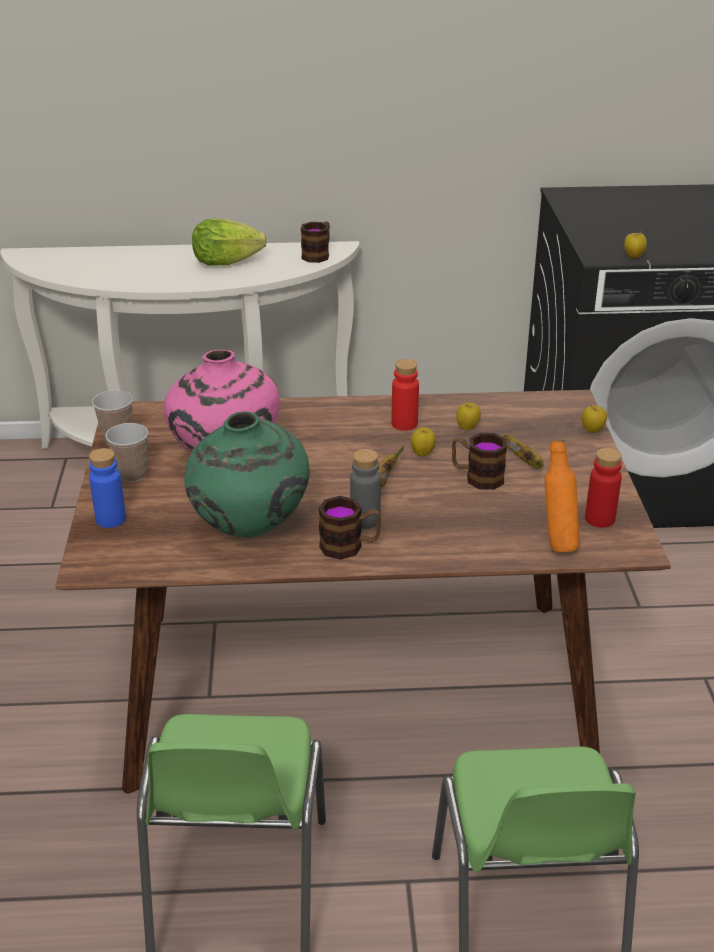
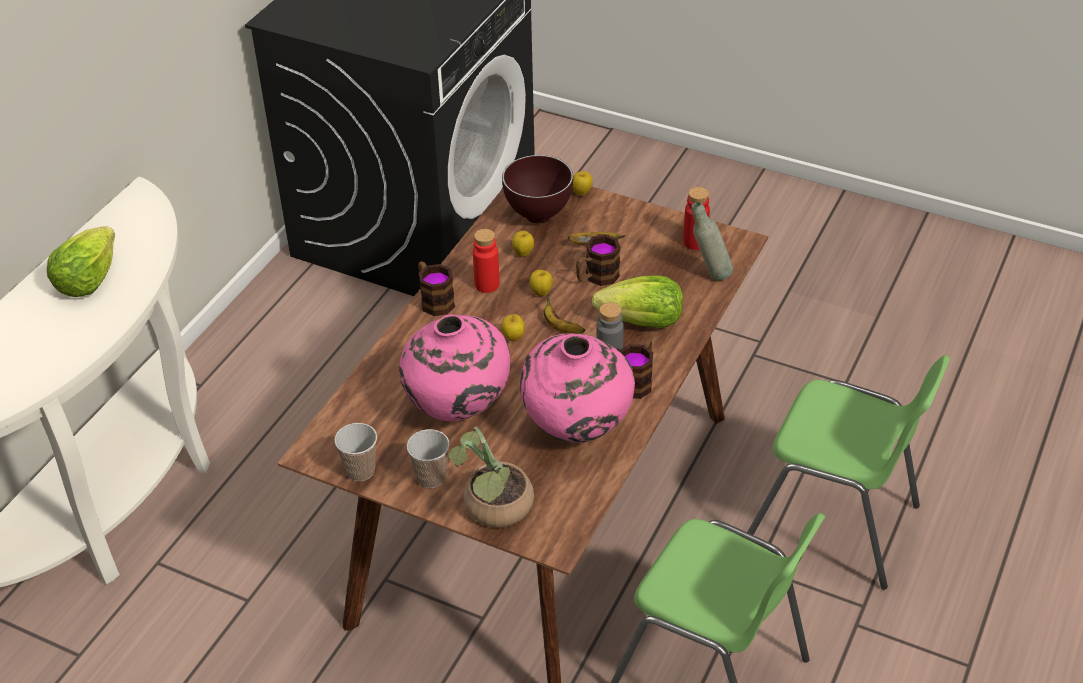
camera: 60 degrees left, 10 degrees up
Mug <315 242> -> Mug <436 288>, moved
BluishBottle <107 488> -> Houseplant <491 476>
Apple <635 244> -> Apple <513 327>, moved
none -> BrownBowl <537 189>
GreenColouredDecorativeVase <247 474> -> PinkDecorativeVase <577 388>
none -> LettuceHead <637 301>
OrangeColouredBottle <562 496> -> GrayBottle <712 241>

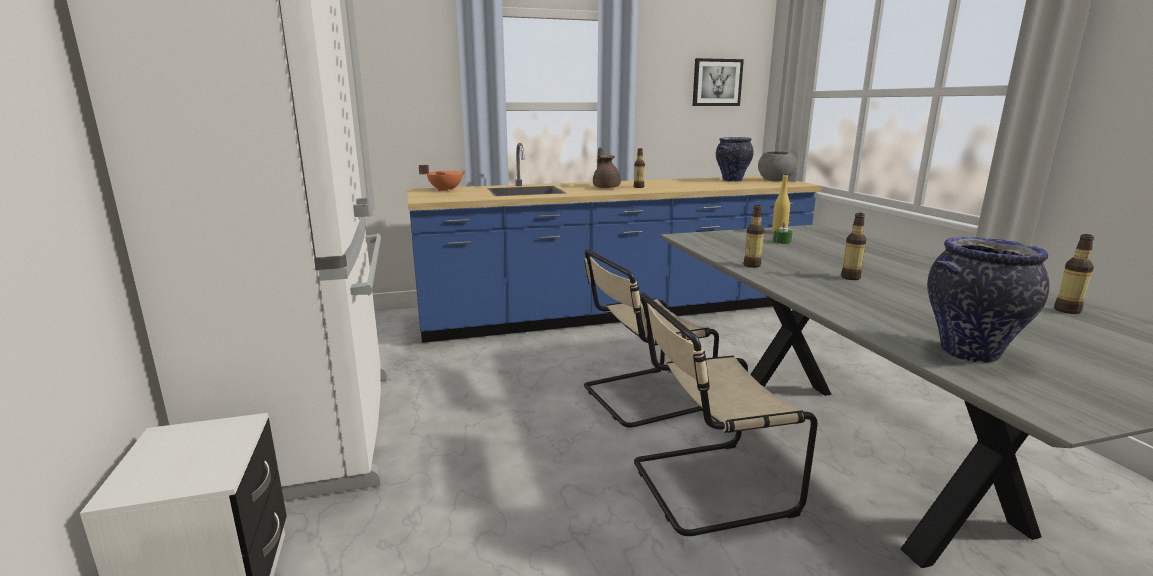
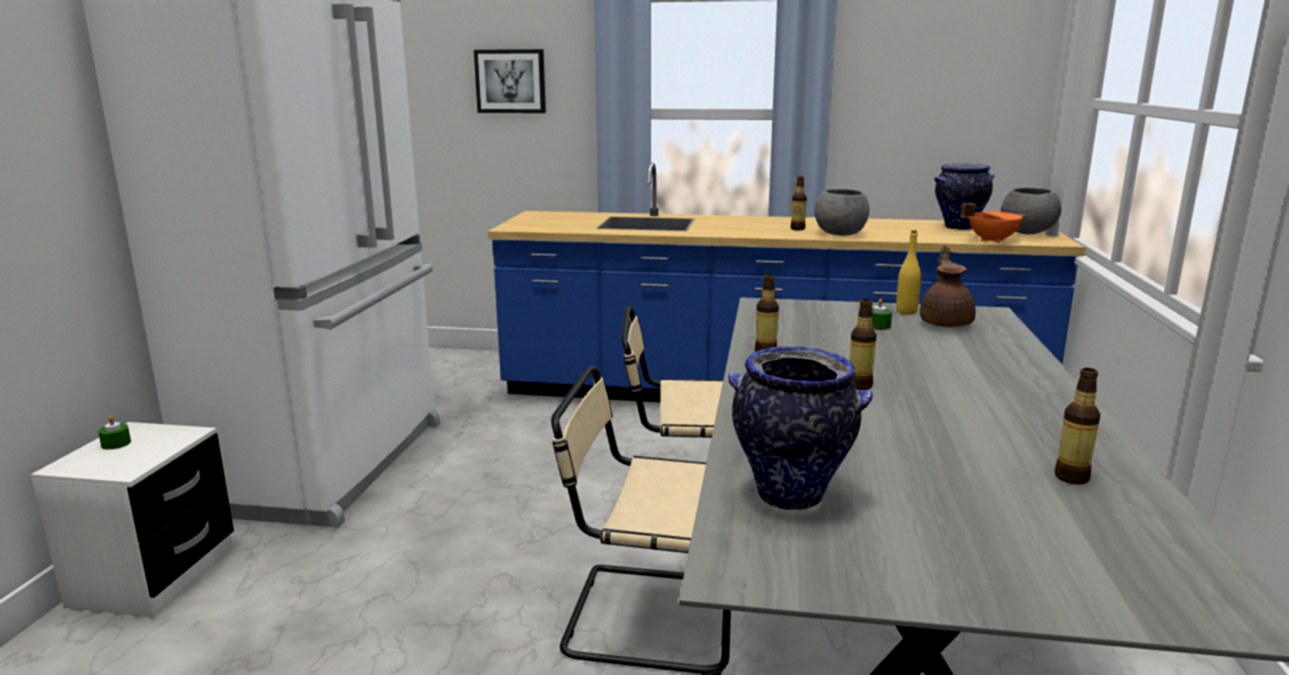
camera: 25 degrees right, 0 degrees up
none -> GreenColouredWaxLight <114 432>
WallArt <718 82> -> WallArt <510 81>, moved
none -> GrayBowl <841 212>
BrownPotForTea <607 167> -> BrownPotForTea <948 286>, moved
OrangeColouredCookingPot <442 178> -> OrangeColouredCookingPot <993 223>, moved

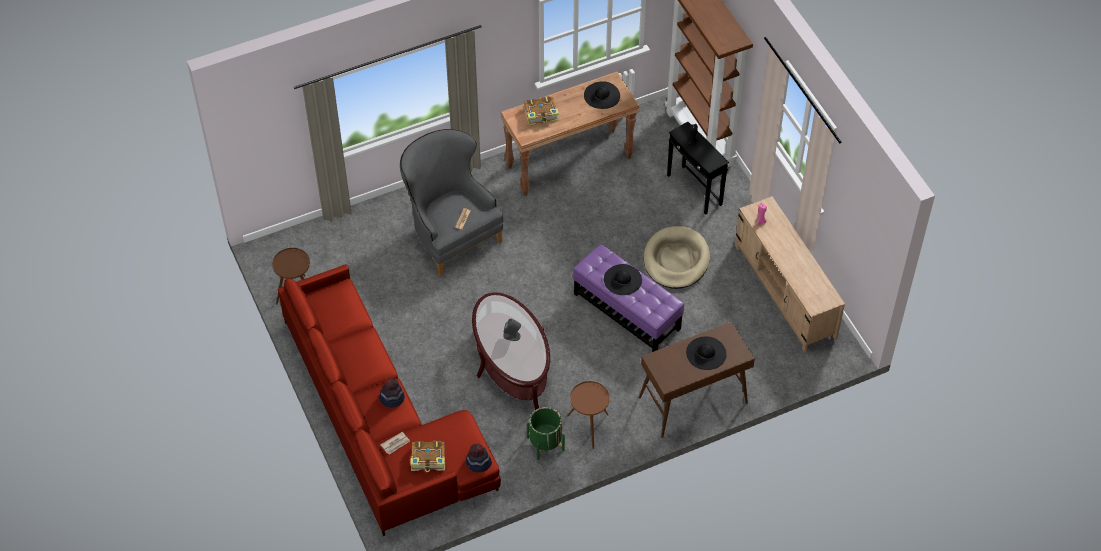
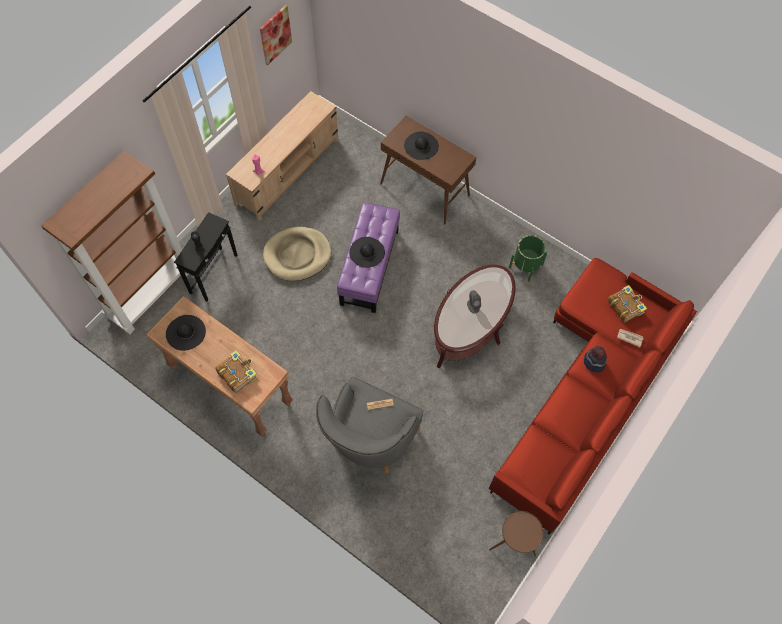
camera: 120 degrees left, 10 degrees up
none -> WallArt <276 35>
Hat <479 458> -> none
BrownSideTable <588 415> -> none

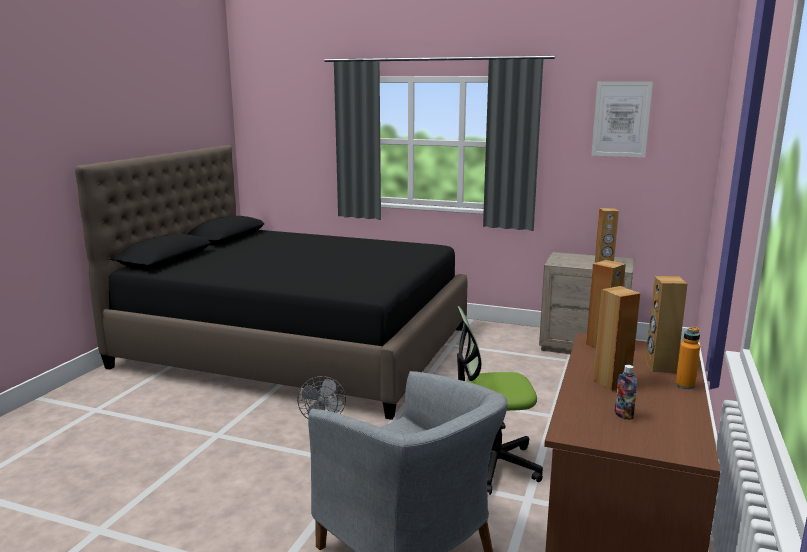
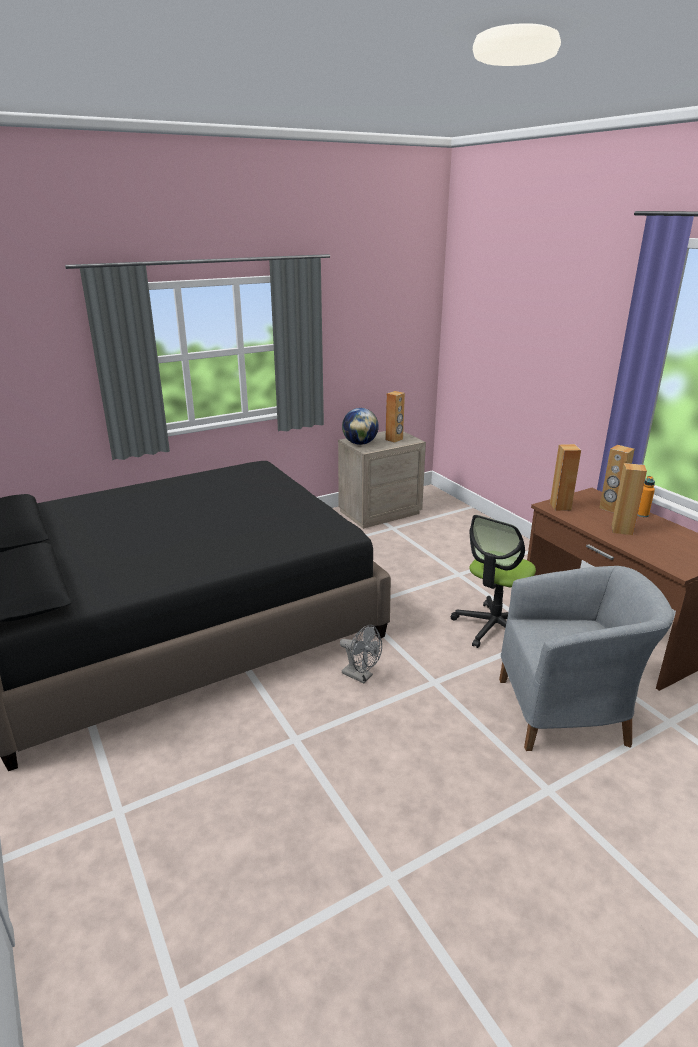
camera: 50 degrees left, 10 degrees up
none -> DeskGlobe <360 426>
WallArt <622 119> -> none
Bottle <626 392> -> none

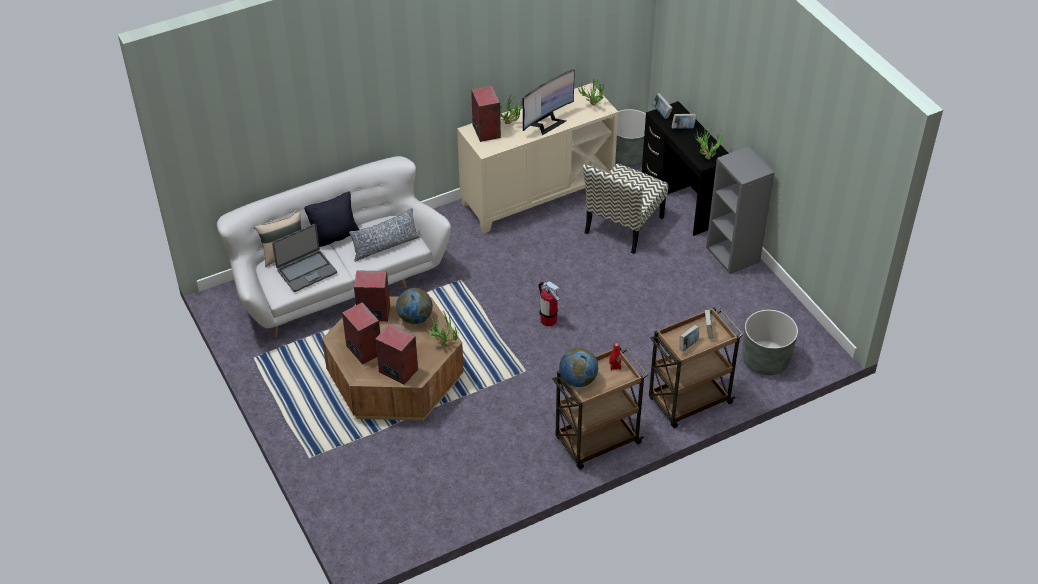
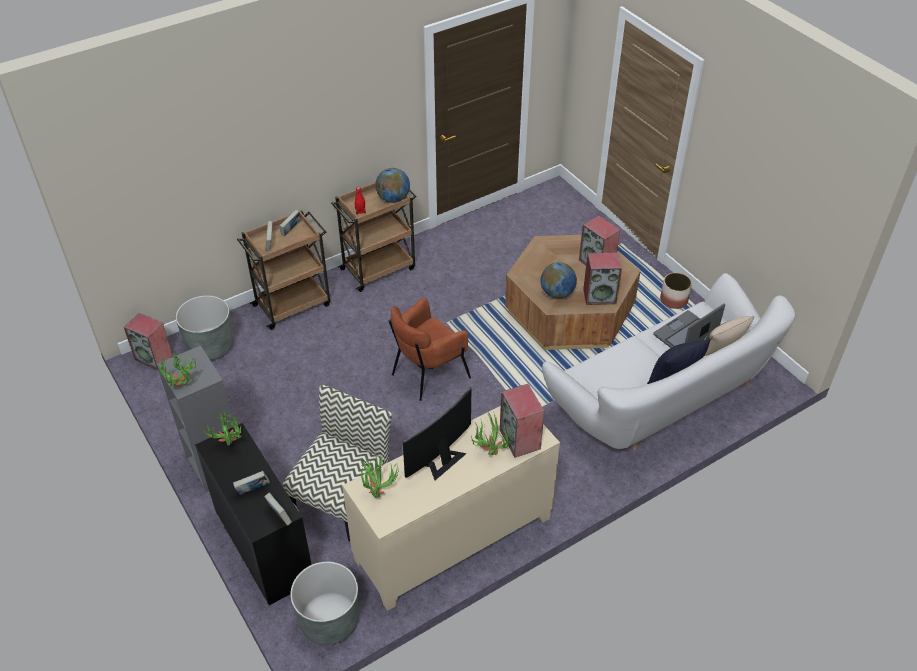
camera: 175 degrees right, 0 degrees up
Speaker <396 354> -> Speaker <148 342>, moved
Houseplant <442 329> -> Houseplant <177 369>, moved
Extinguisher <549 303> -> BrownLoungeChair <429 349>
none -> PlantPot <676 291>
Cushion <384 235> -> none

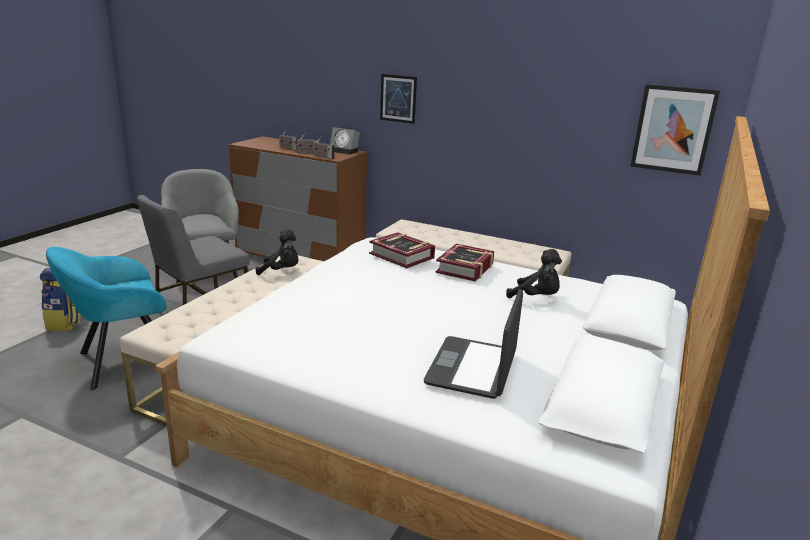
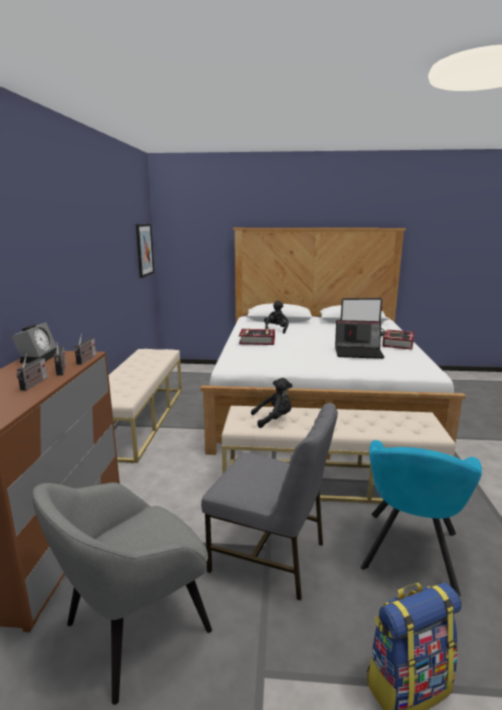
camera: 110 degrees left, 5 degrees down
BlackCuddlyToy <277 252> -> BlackCuddlyToy <271 403>, 90 degrees clockwise
none -> NotebookComputer <359 339>
BlueGreenLoungeChair <106 318> -> BlueGreenLoungeChair <421 518>, 75 degrees clockwise
BoundBook <402 250> -> BoundBook <398 340>, moved
WallArt <398 99> -> none

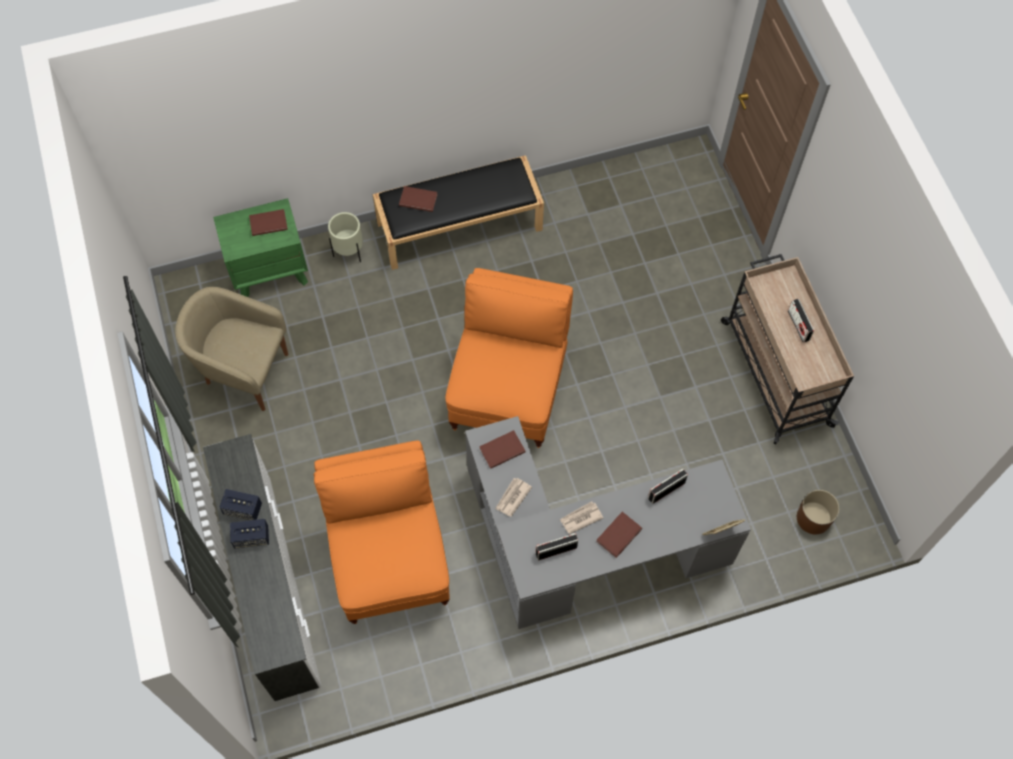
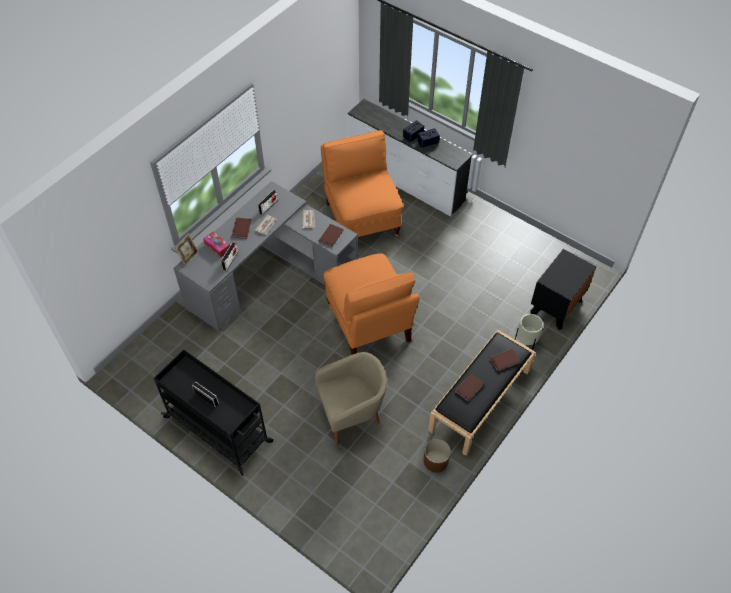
camera: 145 degrees right, 10 degrees down
BeigeColouredCart <787 349> -> BlackCart <213 412>
none -> TissueHolder <216 244>
BeigeColouredLoungeChair <231 349> -> BeigeColouredLoungeChair <351 399>, moved
OrangeColouredPlainChair <382 532> -> OrangeColouredPlainChair <362 183>, 150 degrees counterclockwise
BrownPlantPot <818 512> -> BrownPlantPot <437 456>, moved
BrownBoundBook <268 222> -> BrownBoundBook <469 387>, moved
GreenColouredBedsideTable <260 247> -> BlackBedsideTable <563 289>

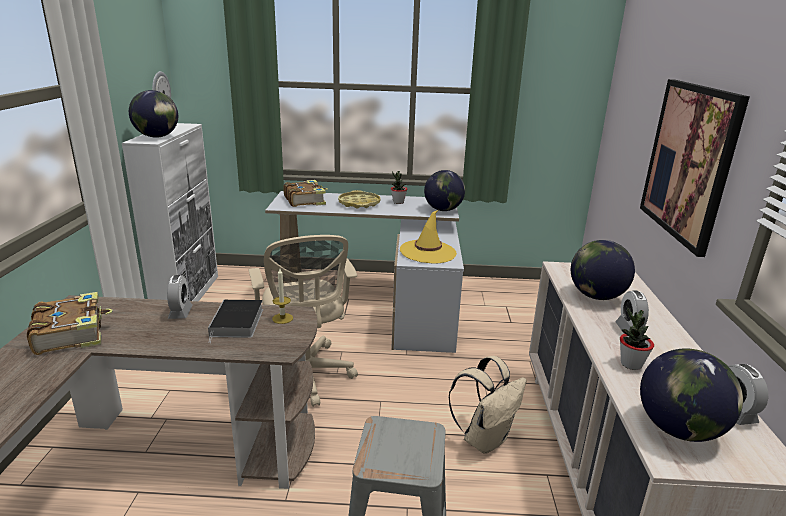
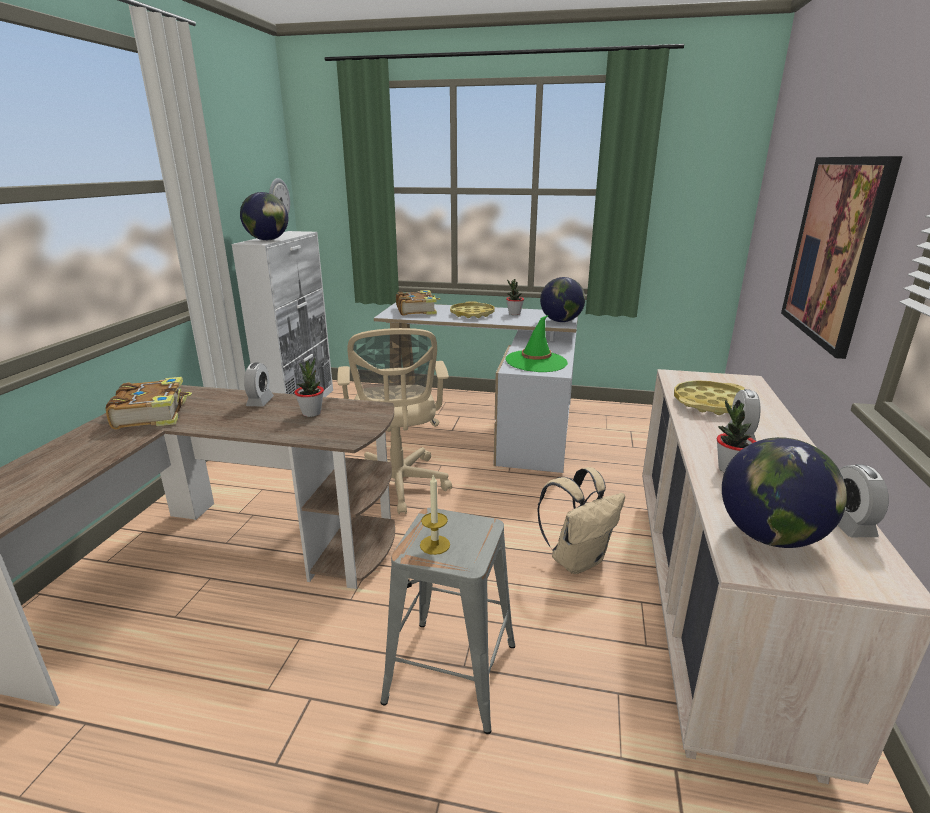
camera: 10 degrees right, 0 degrees up
BoundBook <235 321> -> Houseplant <309 387>
WaxLight <282 296> -> WaxLight <435 515>, moved
YellowColouredHat <428 237> -> GreenColouredHat <536 343>
DeskGlobe <603 270> -> YellowColouredServingTray <709 397>

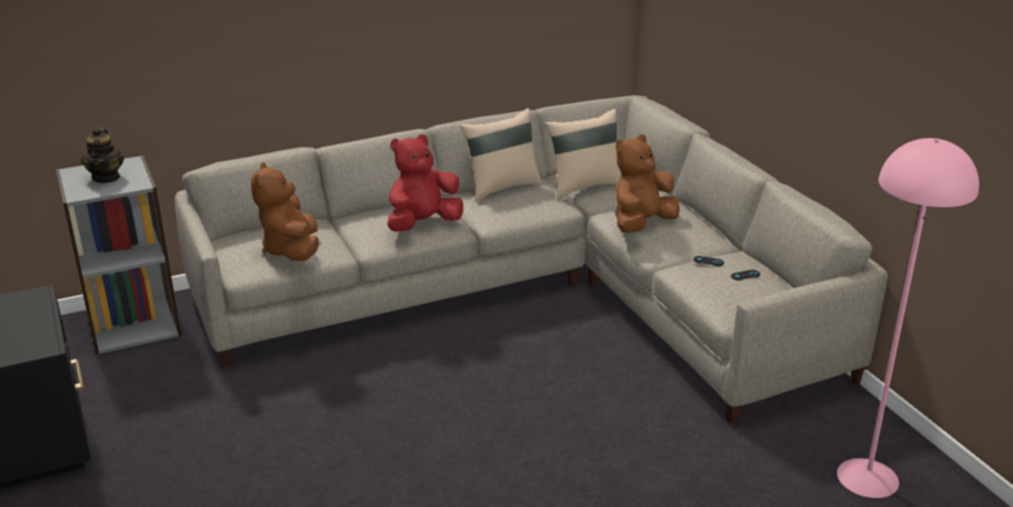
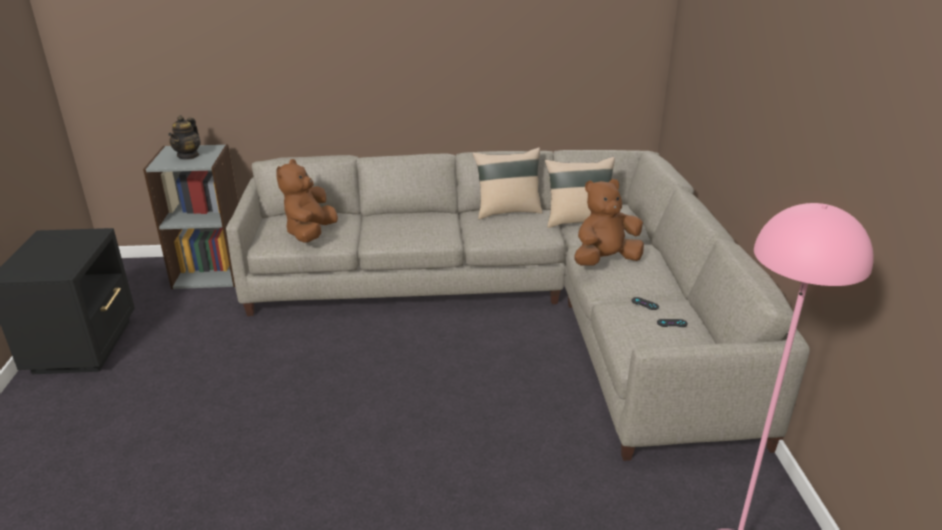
camera: 20 degrees right, 0 degrees up
ReddishCuddlyToy <425 183> -> none

